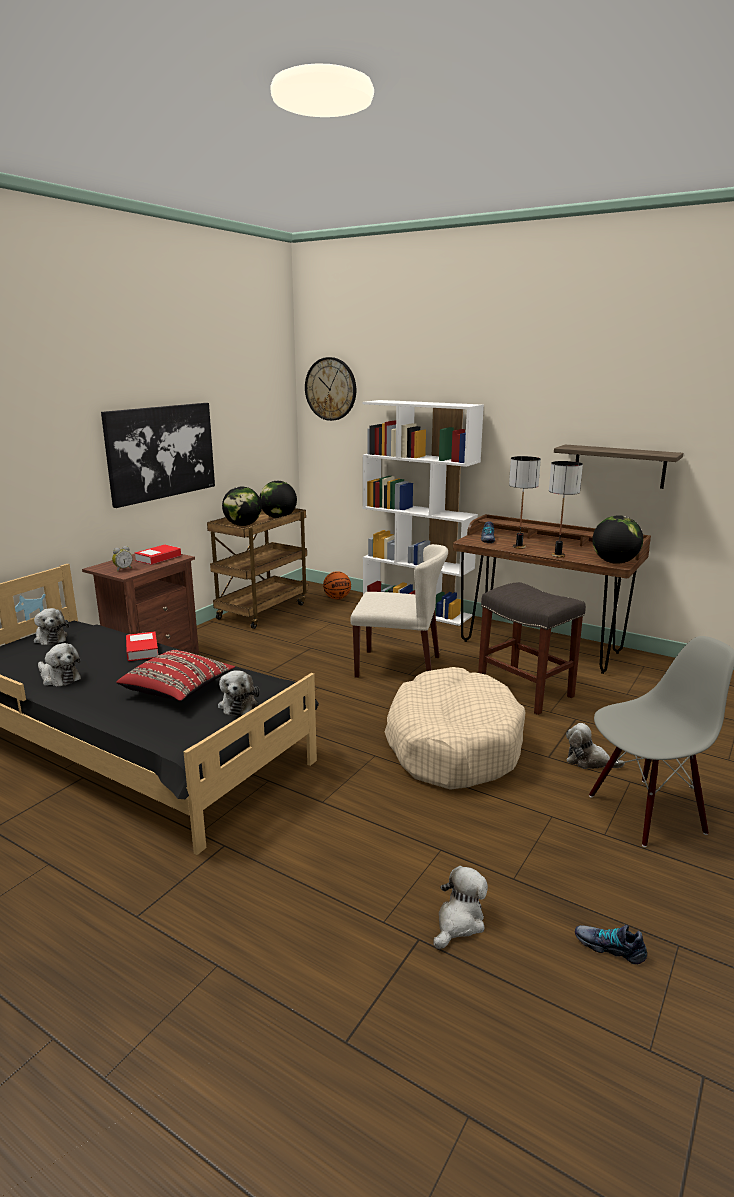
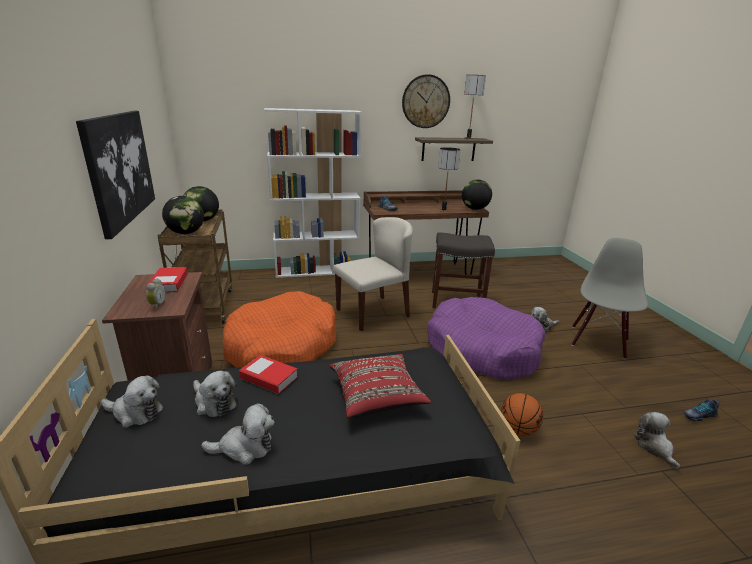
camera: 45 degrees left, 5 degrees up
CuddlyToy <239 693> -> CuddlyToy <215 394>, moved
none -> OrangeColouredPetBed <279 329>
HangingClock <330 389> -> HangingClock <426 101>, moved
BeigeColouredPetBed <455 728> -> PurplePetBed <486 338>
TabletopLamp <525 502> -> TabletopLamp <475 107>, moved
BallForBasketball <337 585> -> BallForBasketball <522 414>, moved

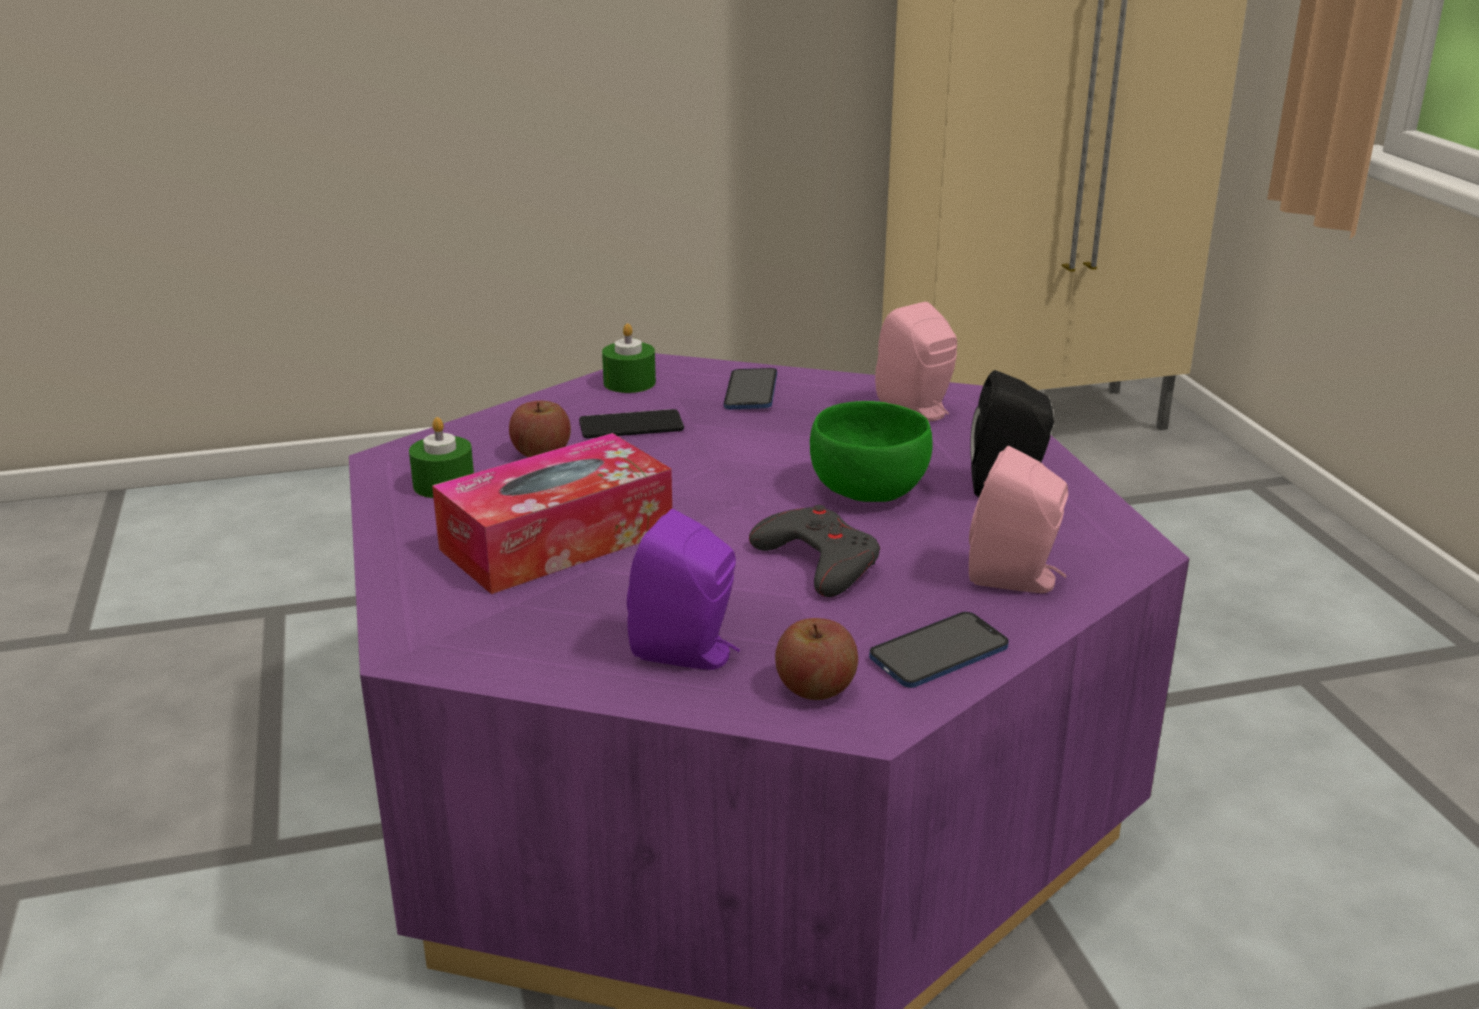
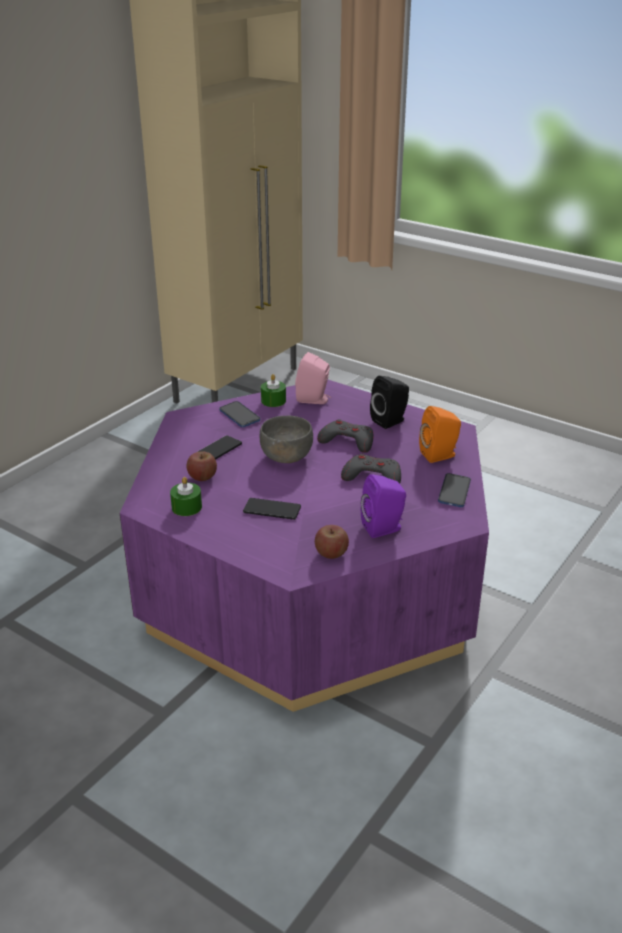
camera: 40 degrees left, 5 degrees up
TissueHolder <552 513> -> Handset <272 509>
none -> GrayBowl <286 439>
GreenColouredWaxLight <629 358> -> GreenColouredWaxLight <273 390>, moved
Apple <816 659> -> Apple <332 542>, moved
GreenColouredBowl <871 451> -> GrayGameController <345 436>
PinkSpeaker <1018 519> -> OrangeColouredSpeaker <440 434>

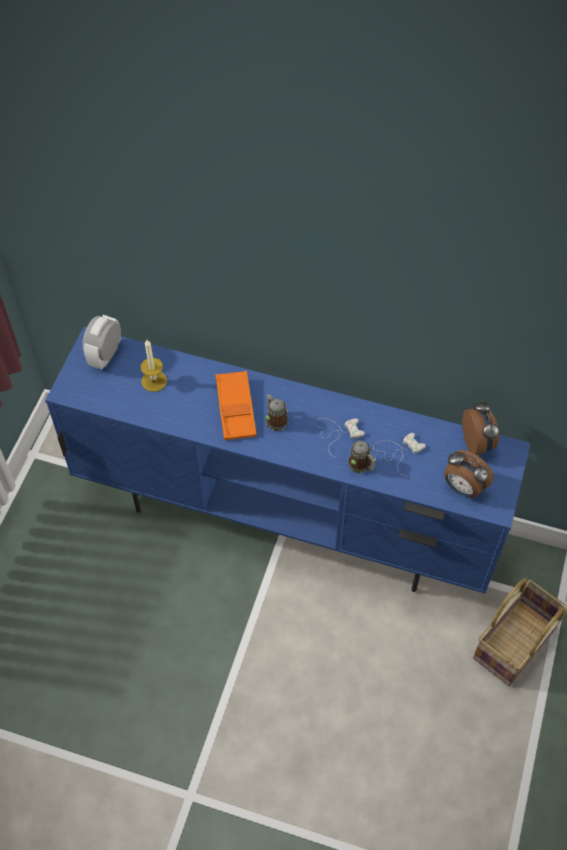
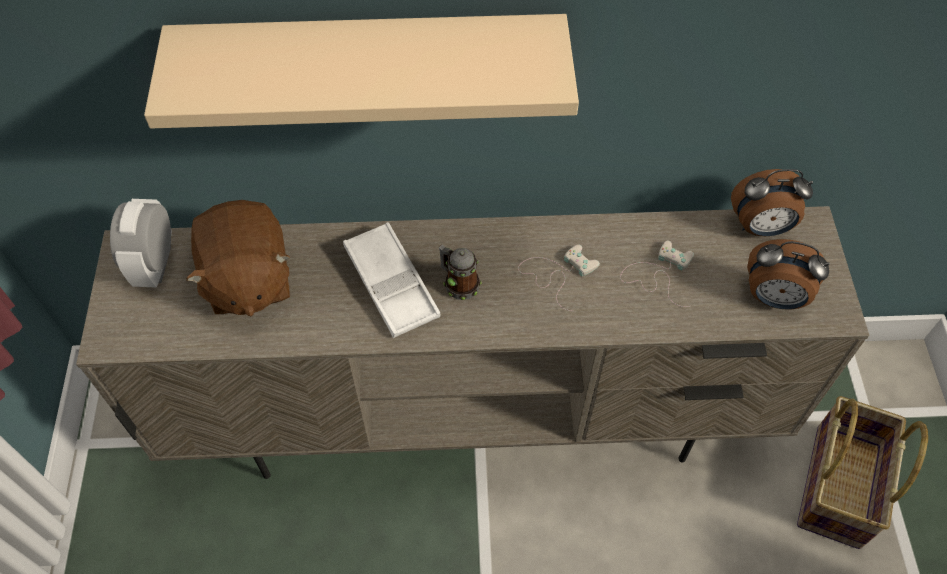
camera: 20 degrees left, 0 degrees up
BluishMediaConsole <288 460> -> BeigeColouredMediaConsole <472 342>
none -> BeigeColouredBracketShelf <361 71>
WaxLight <154 366> -> BrownCuddlyToy <238 258>
OrangeColouredServingTray <236 405> -> WhiteColouredServingTray <392 280>
TableClock <480 427> -> TableClock <772 202>, 120 degrees clockwise
Mug <362 457> -> none

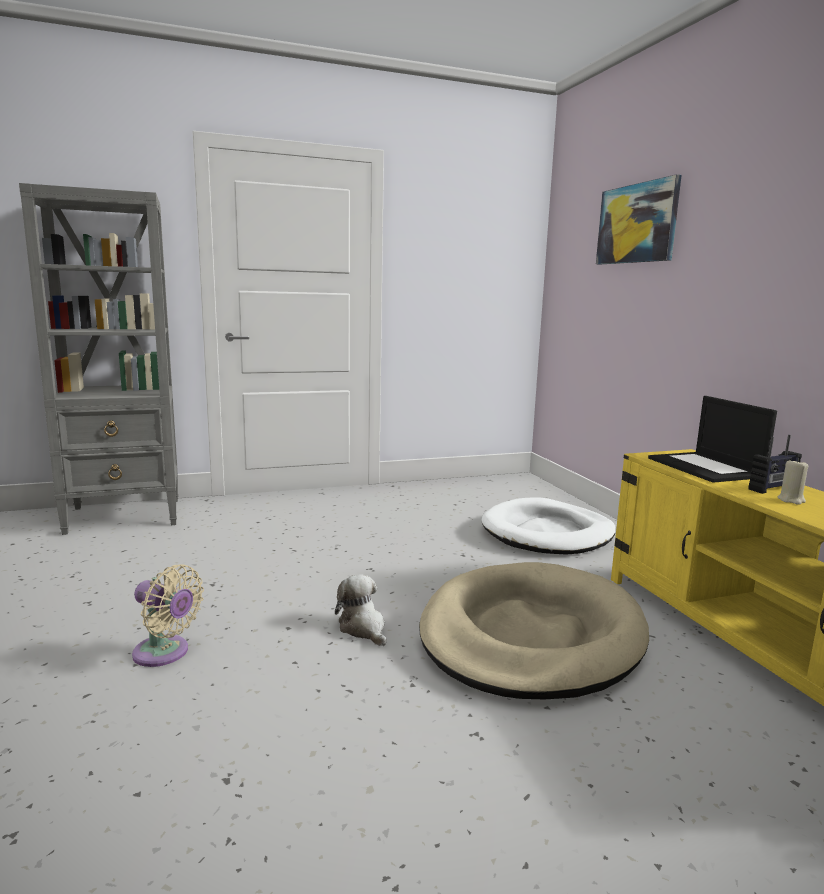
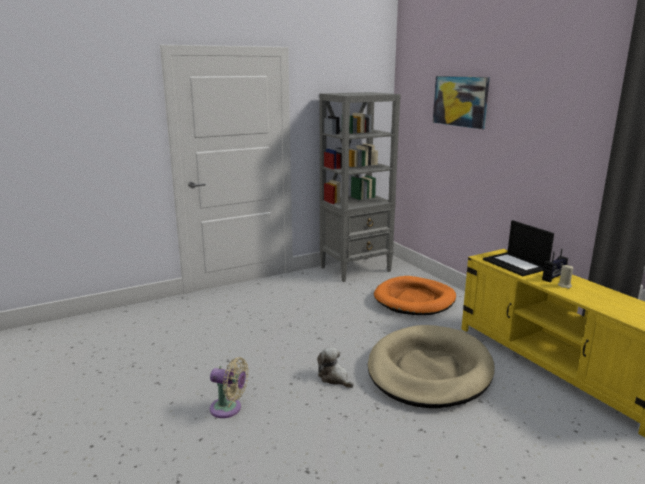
camera: 10 degrees left, 5 degrees up
GrayShelvingUnit <98 359> -> GrayShelvingUnit <360 187>, moved
WhiteColouredPetBed <548 526> -> OrangeColouredPetBed <415 295>

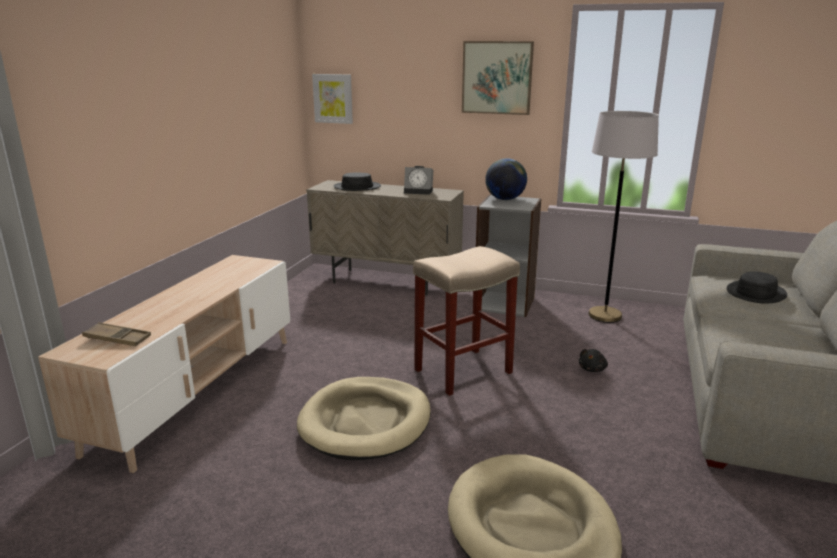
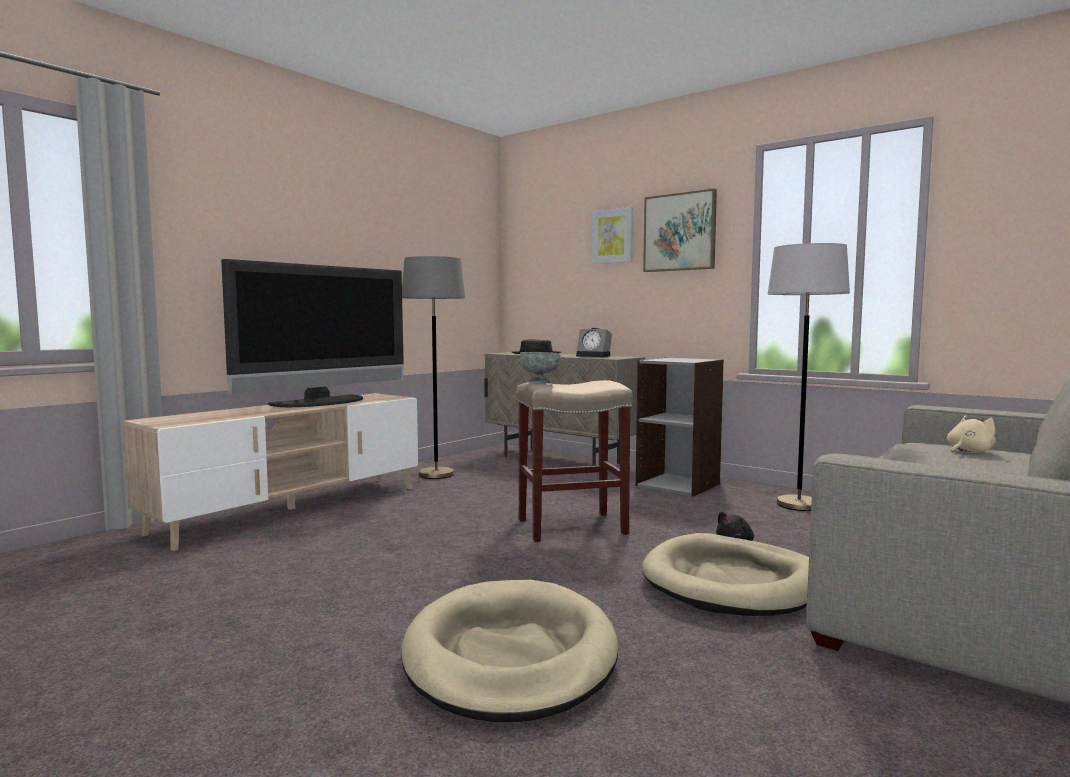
camera: 20 degrees right, 15 degrees down
none -> TvSet <312 333>
none -> GrayFloorLamp <433 367>
none -> GrayBowl <540 367>
WallArt <332 99> -> WallArt <612 235>, moved
BeigeColouredPetBed <364 418> -> BeigeColouredPetBed <725 574>, moved
BlackHat <757 287> -> BeigeColouredCuddlyToy <971 434>
BrownServingTray <116 334> -> none
DeskGlobe <506 179> -> none

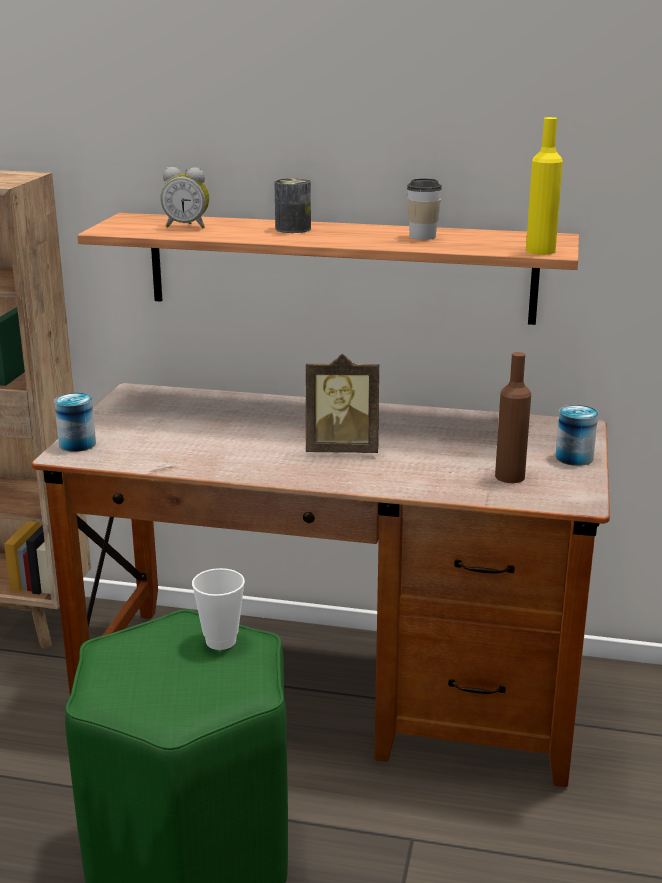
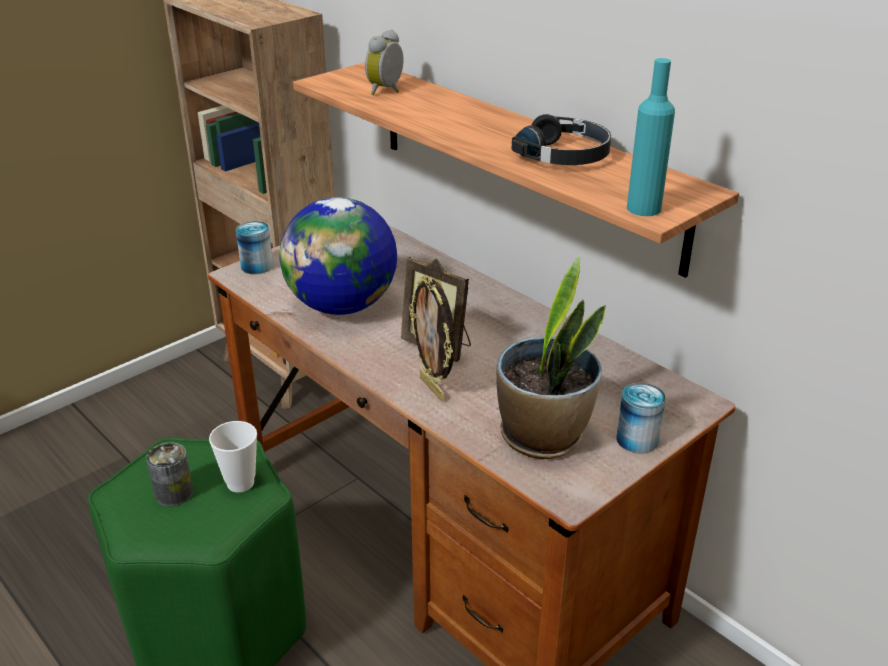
camera: 35 degrees right, 10 degrees up
Can <292 205> -> Can <169 474>, moved
none -> DeskGlobe <338 256>
TableClock <185 197> -> TableClock <384 62>, 75 degrees clockwise
none -> StandingFrame <432 338>
BrownBottle <513 417> -> Houseplant <551 358>
Cup <424 209> -> BlackPairOfHeadphones <561 139>
YellowColouredBottle <544 186> -> BlueGreenBottle <651 137>

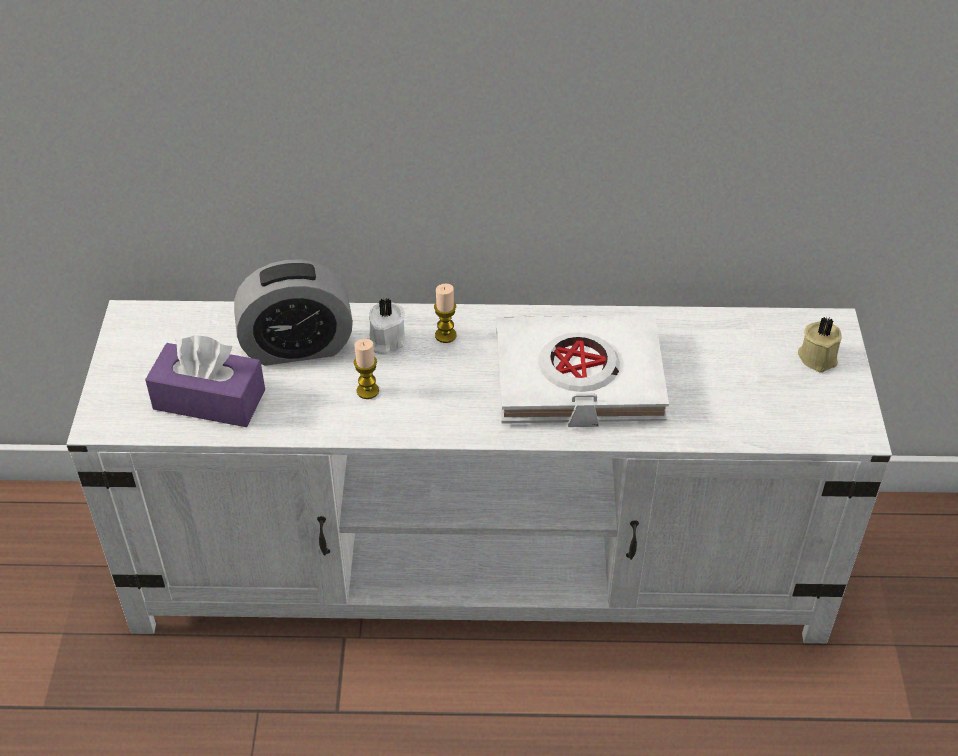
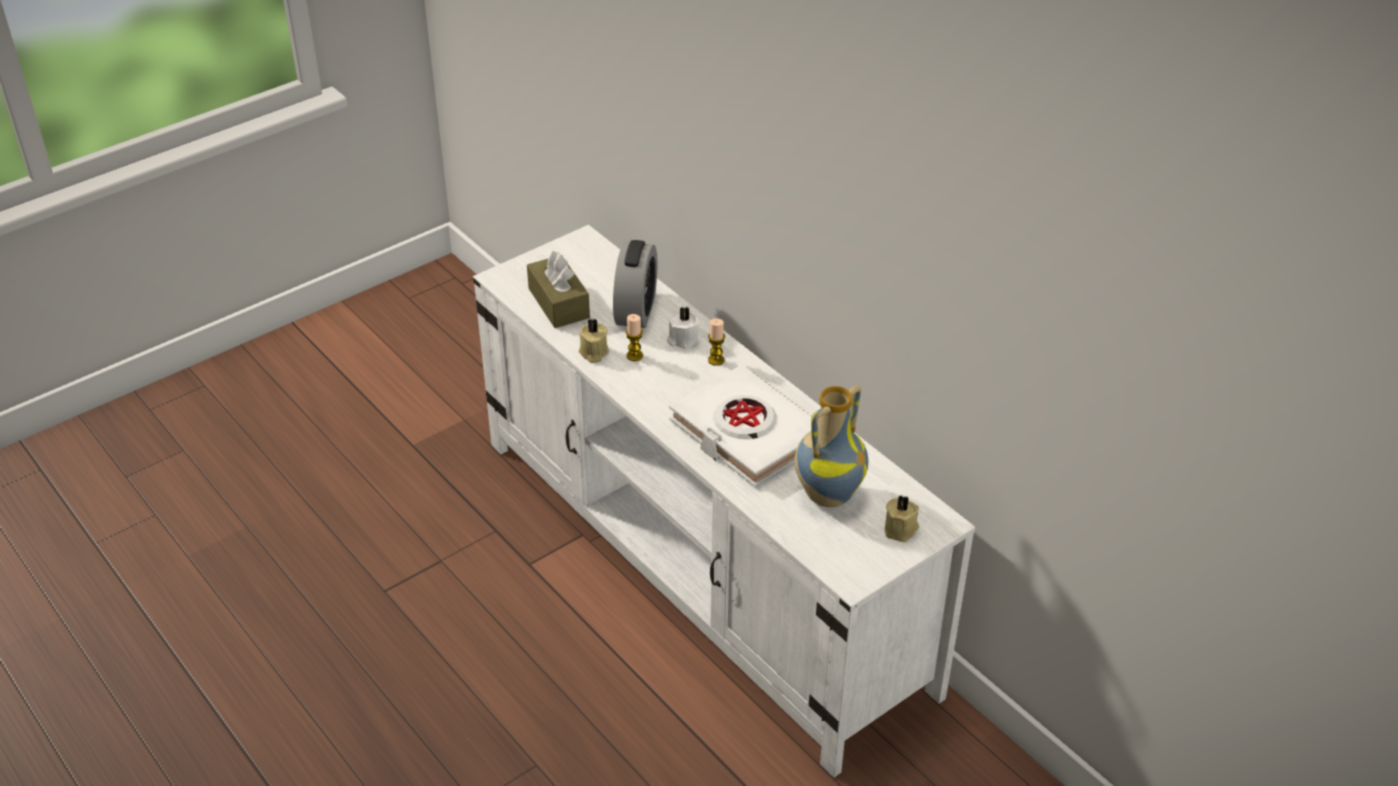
camera: 50 degrees right, 5 degrees down
PurpleTissueHolder <205 381> -> BrownTissueHolder <558 289>
none -> BeigeColouredWaxLight <593 340>
TableClock <293 313> -> TableClock <635 284>, 120 degrees counterclockwise
none -> DecorativeVase <831 446>

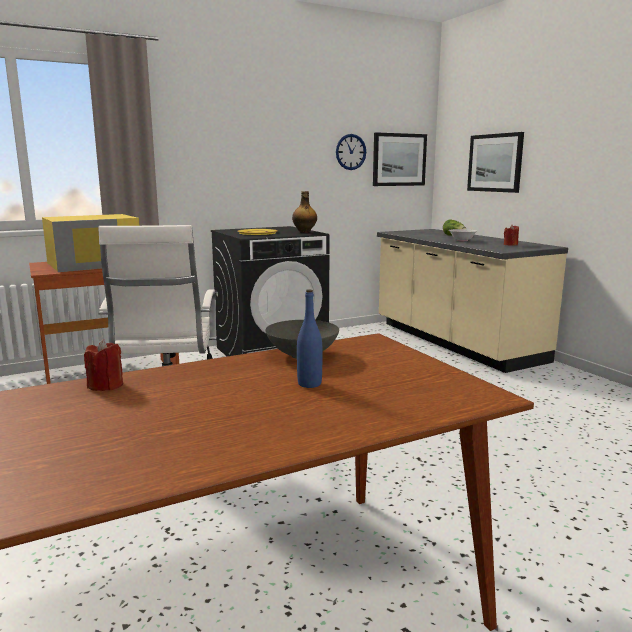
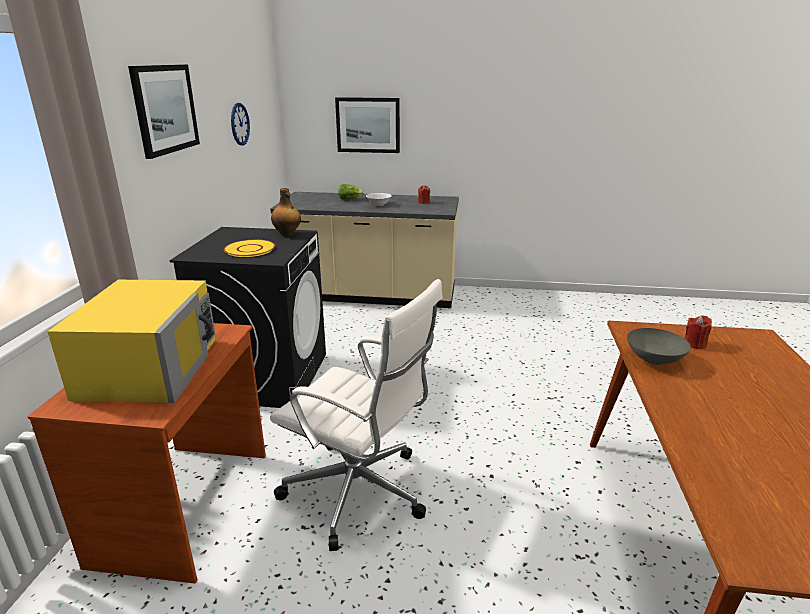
camera: 55 degrees left, 10 degrees up
WallArt <400 159> -> WallArt <164 111>, moved
ReddishWaxLight <103 365> -> ReddishWaxLight <698 332>, moved
BluishBottle <309 338> -> none

